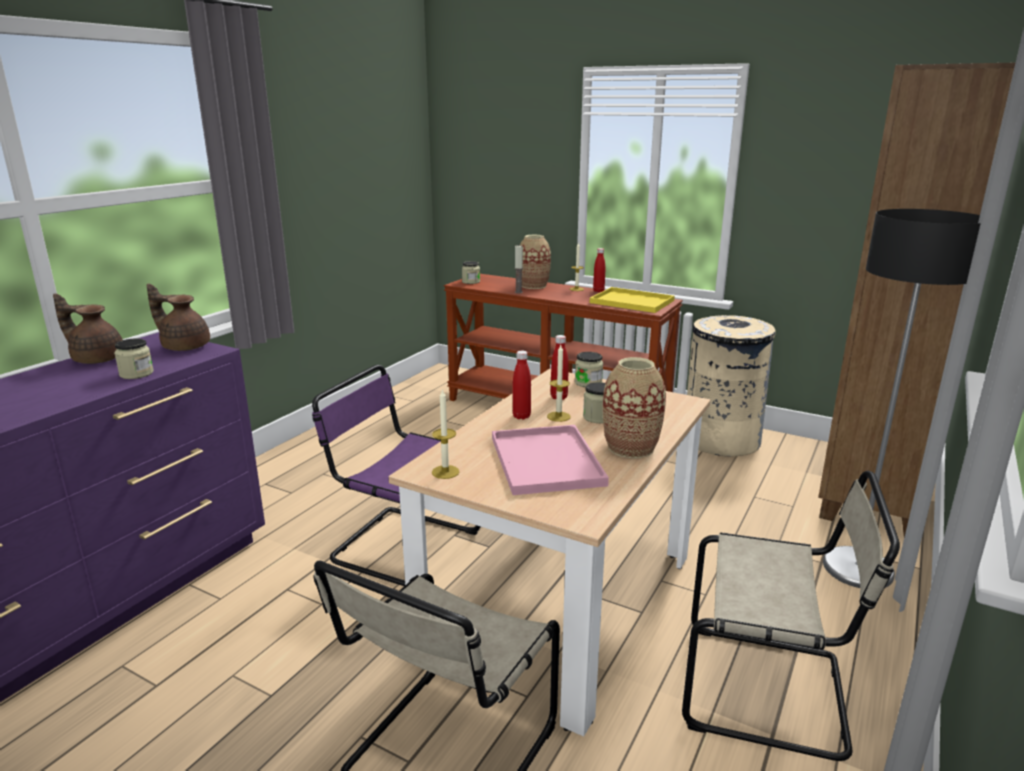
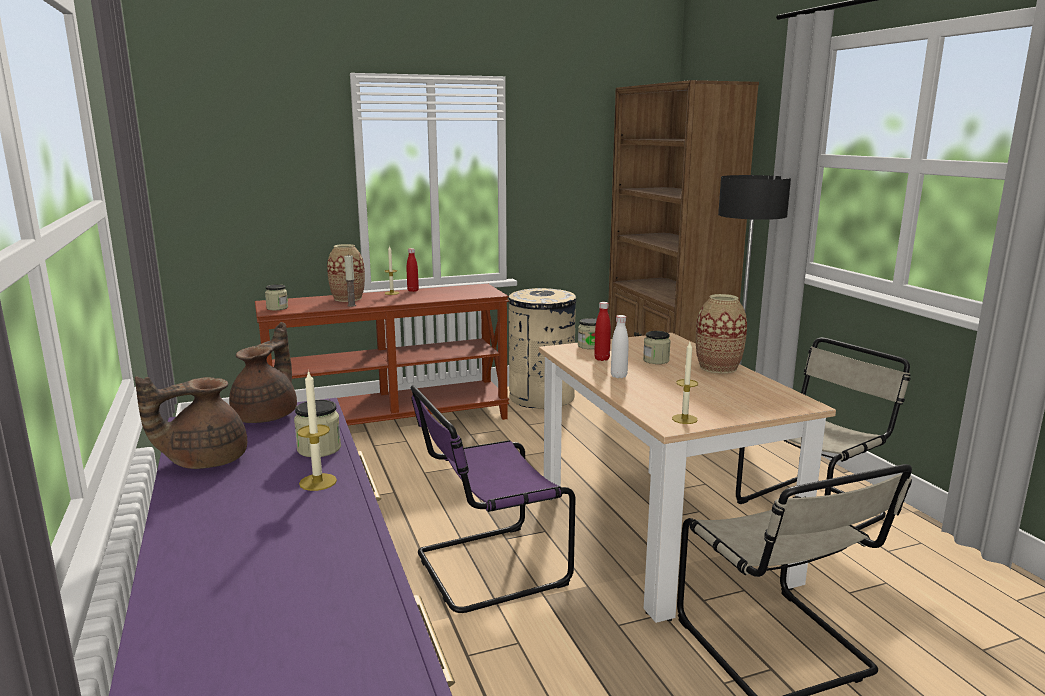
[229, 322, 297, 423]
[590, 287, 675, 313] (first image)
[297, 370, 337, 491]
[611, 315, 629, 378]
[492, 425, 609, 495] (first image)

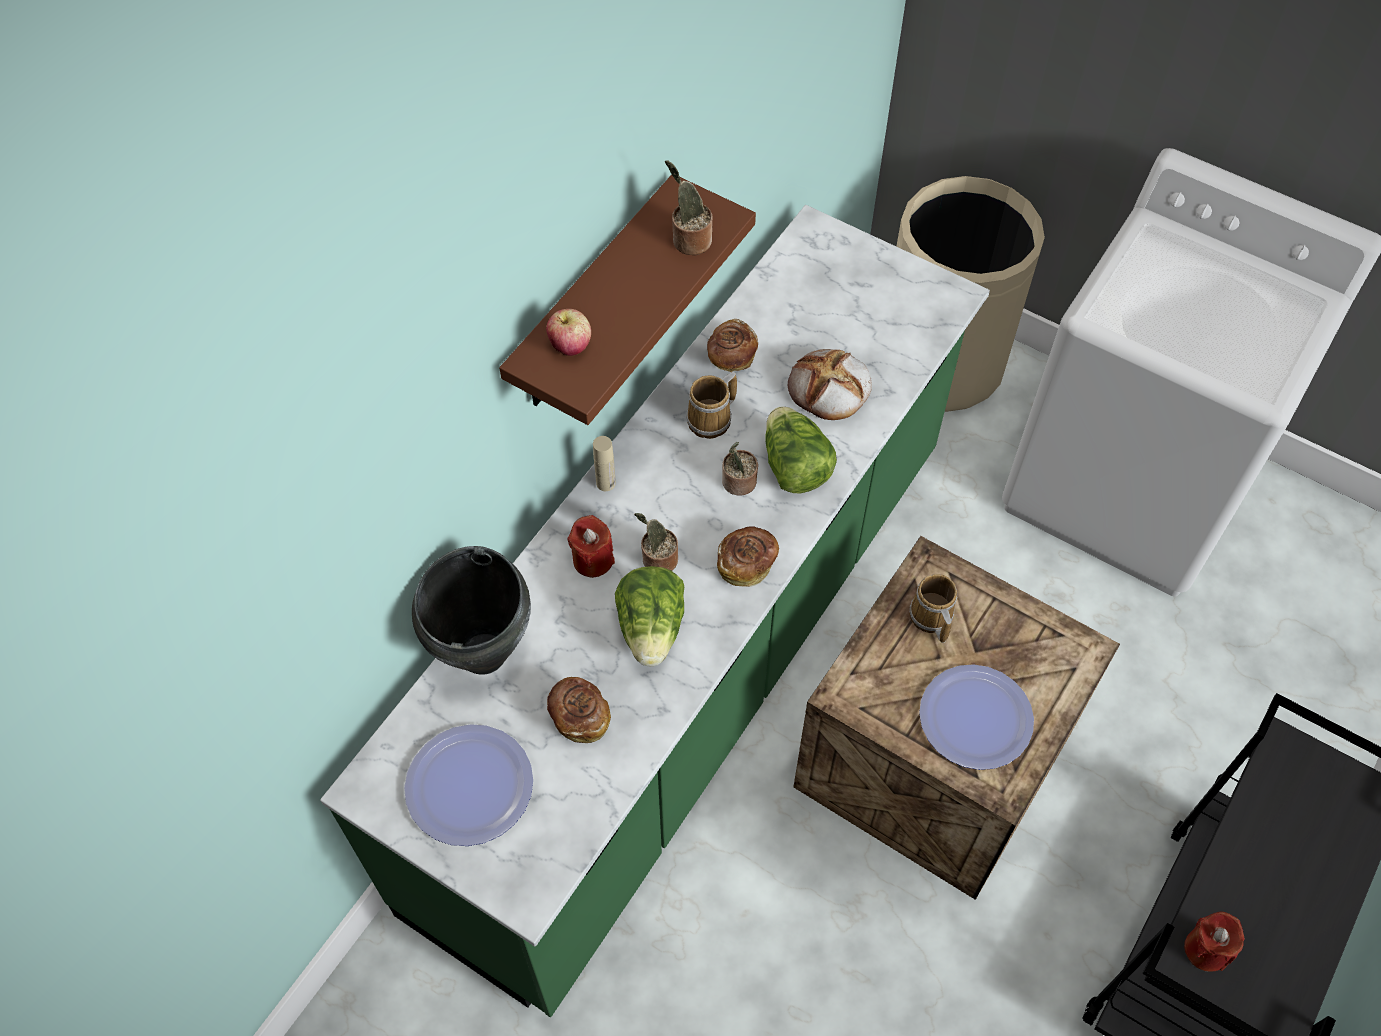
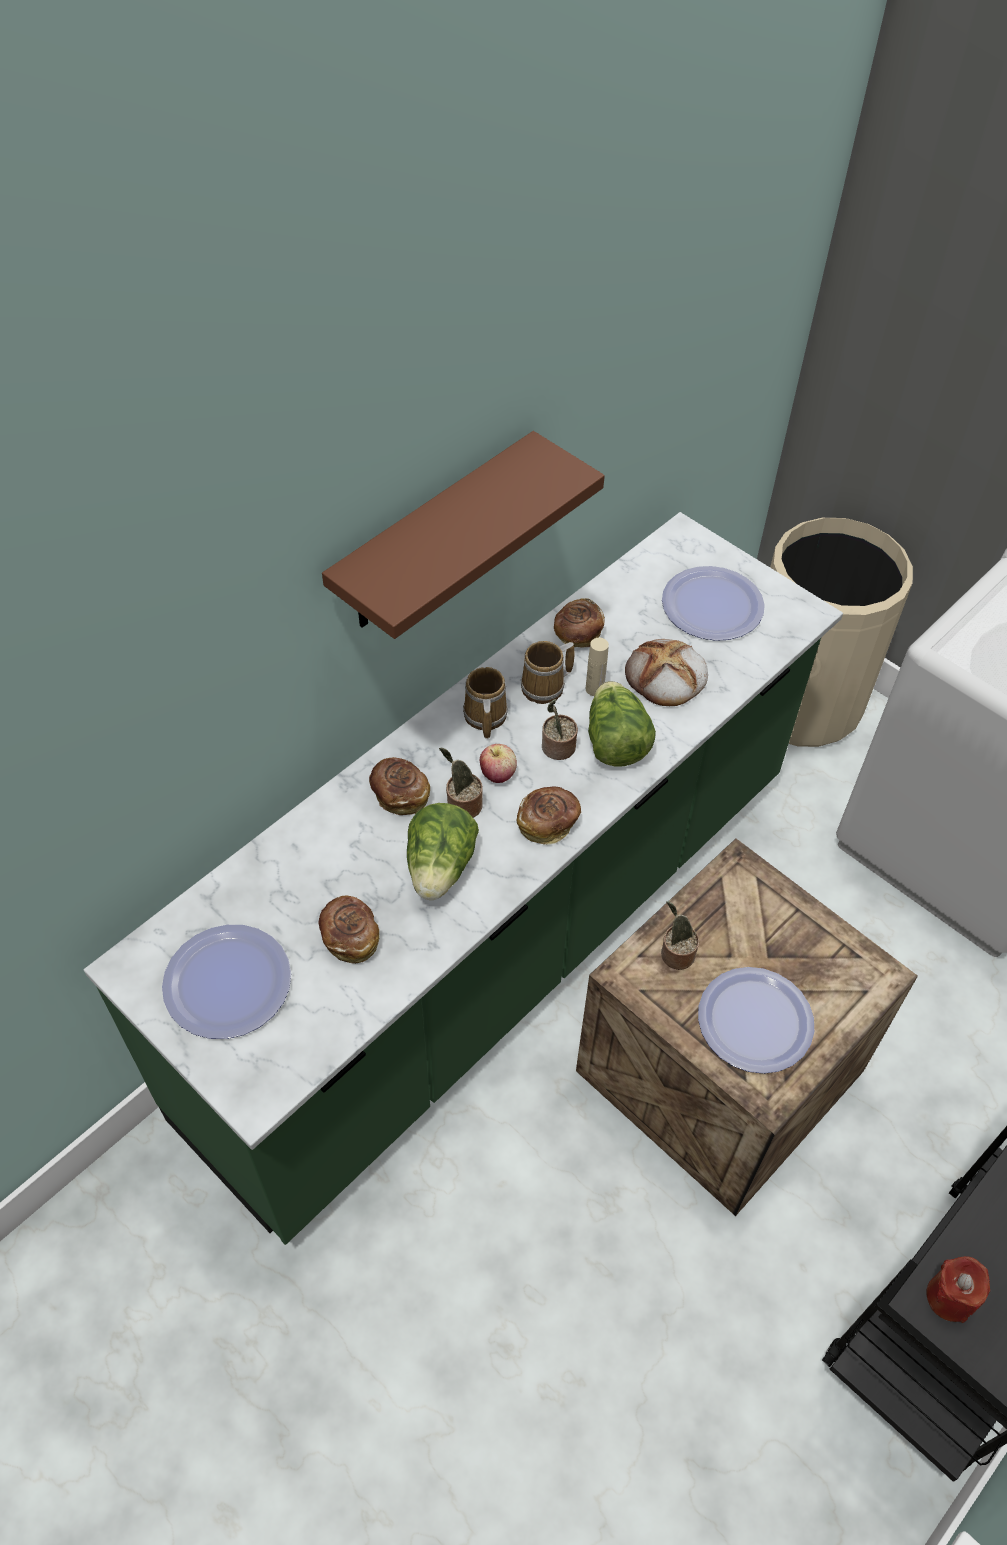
[661, 901, 699, 970]
[480, 744, 517, 783]
[586, 638, 609, 696]
[369, 757, 430, 815]
[412, 546, 531, 675] (first image)
[463, 667, 508, 739]
[662, 566, 765, 641]

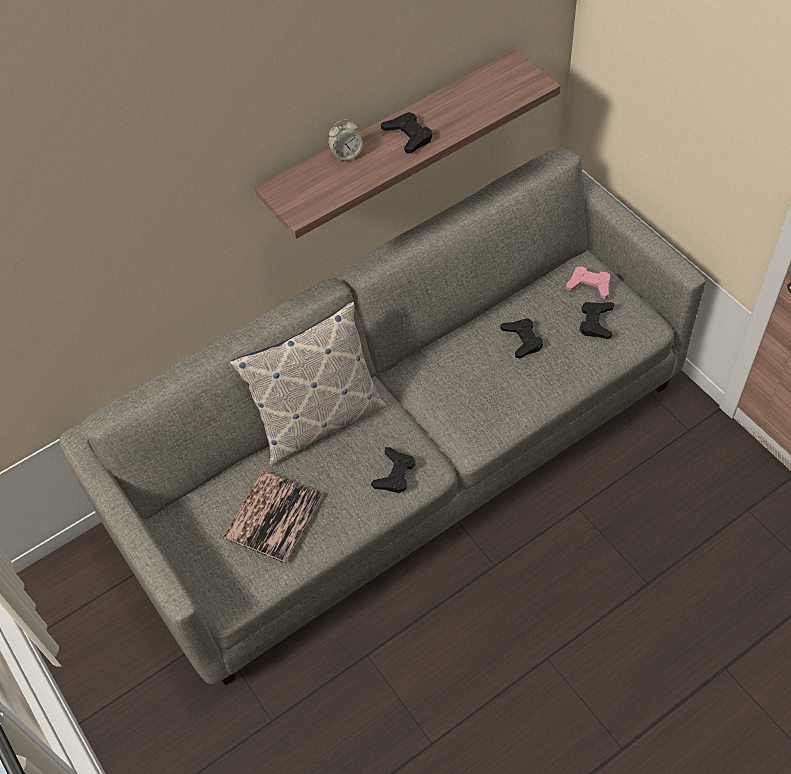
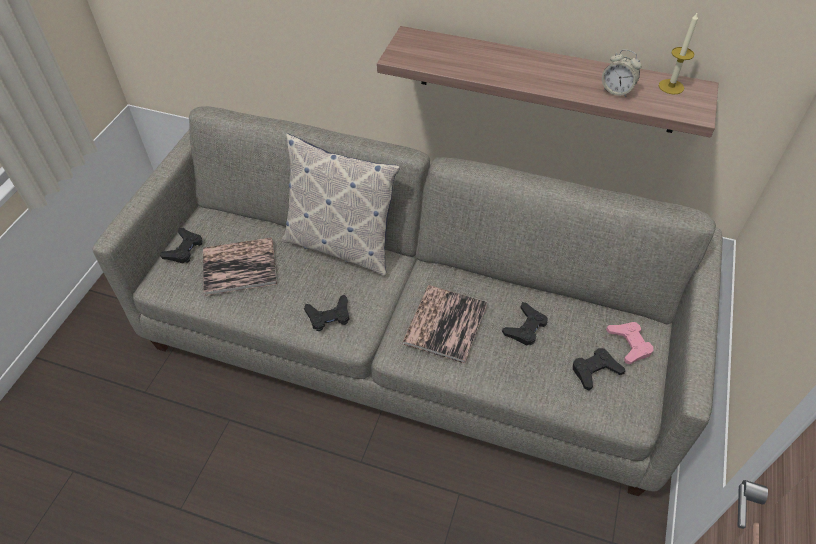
[159, 228, 202, 264]
[602, 50, 642, 97]
[659, 13, 698, 94]
[402, 285, 487, 364]

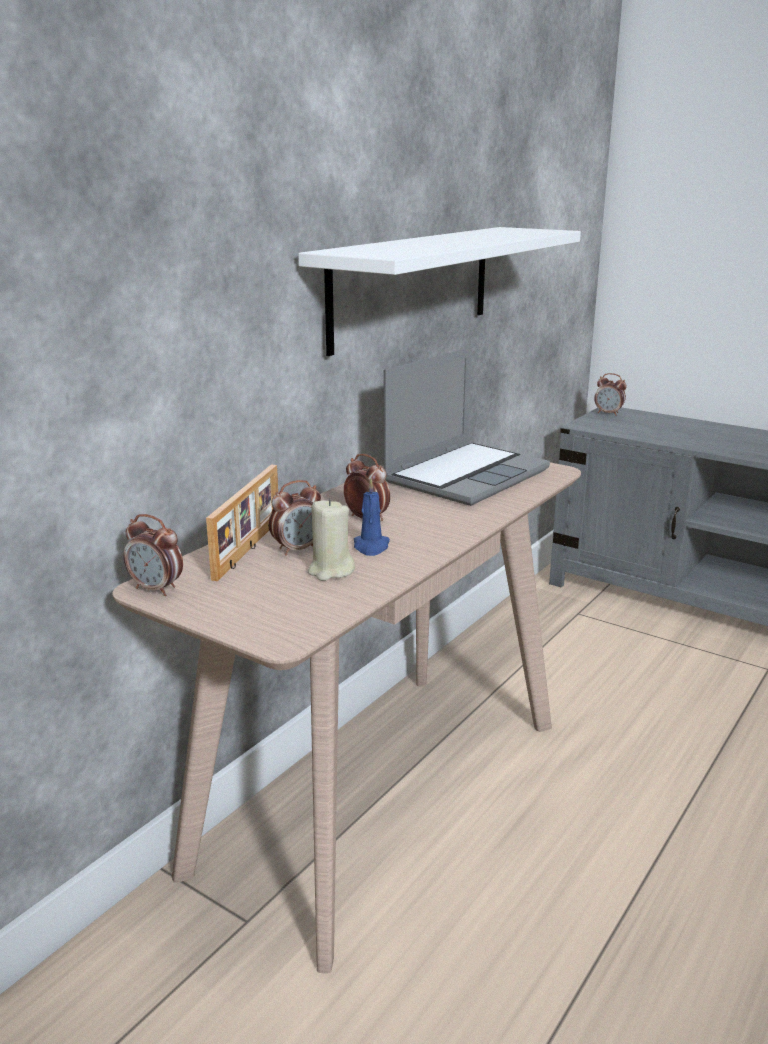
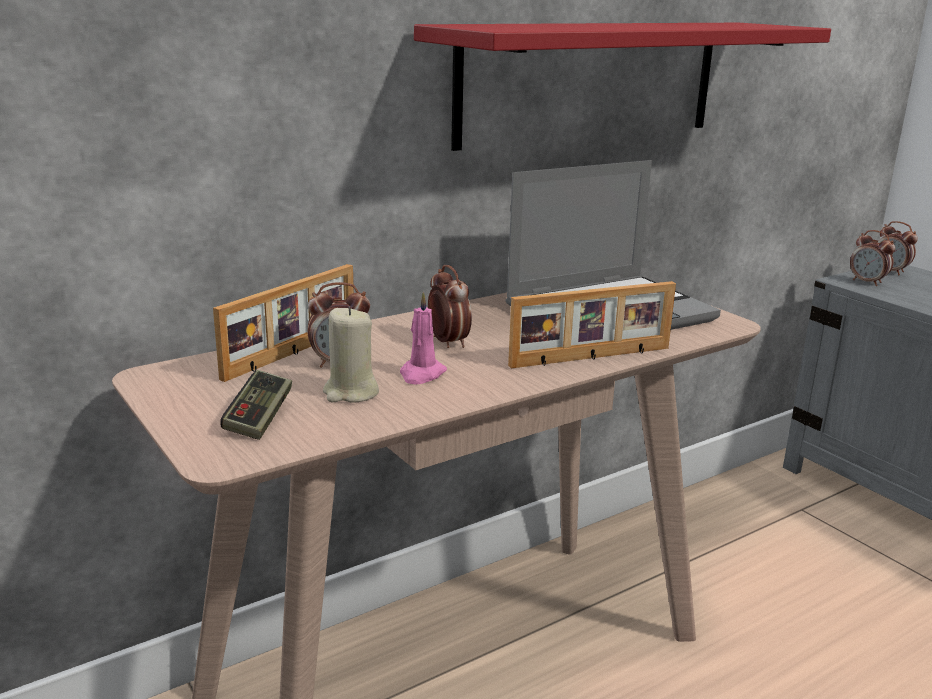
[414, 23, 831, 151]
[400, 292, 447, 385]
[850, 230, 895, 286]
[508, 281, 676, 368]
[220, 370, 292, 440]

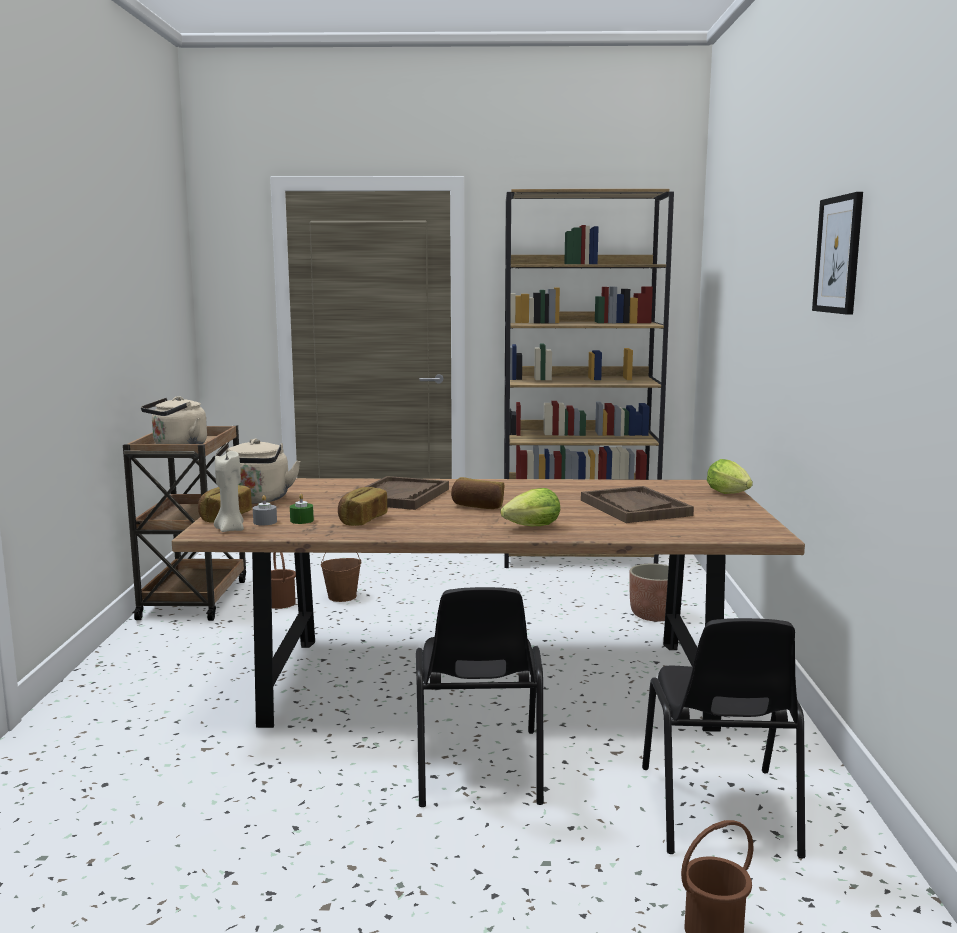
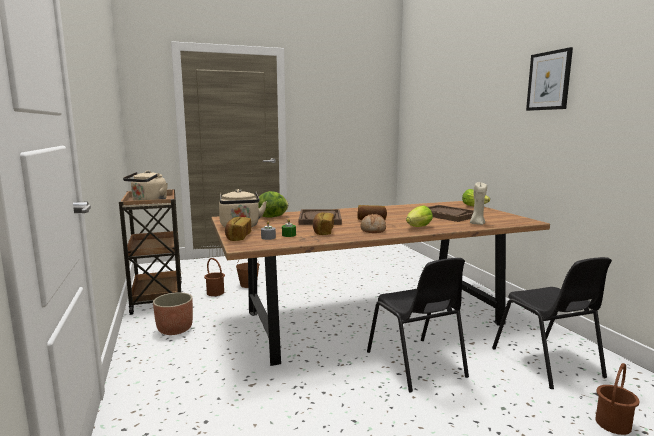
[504, 189, 674, 568] (first image)
[470, 182, 487, 225]
[153, 292, 193, 335]
[258, 191, 288, 218]
[360, 214, 386, 233]

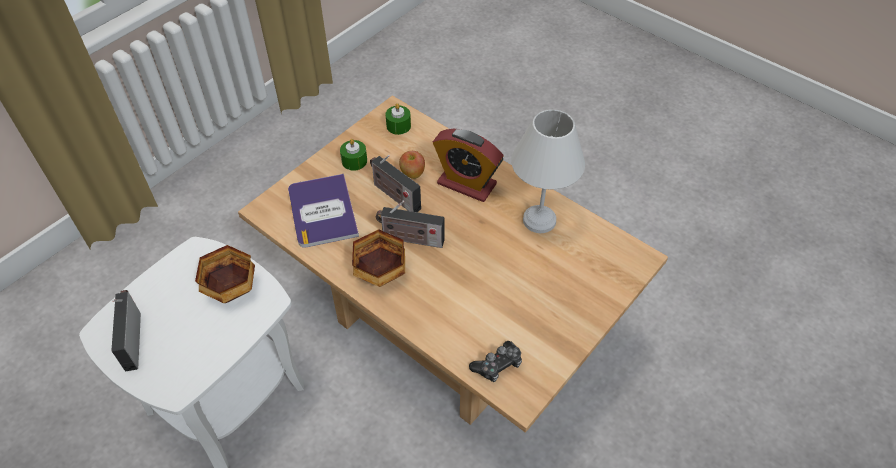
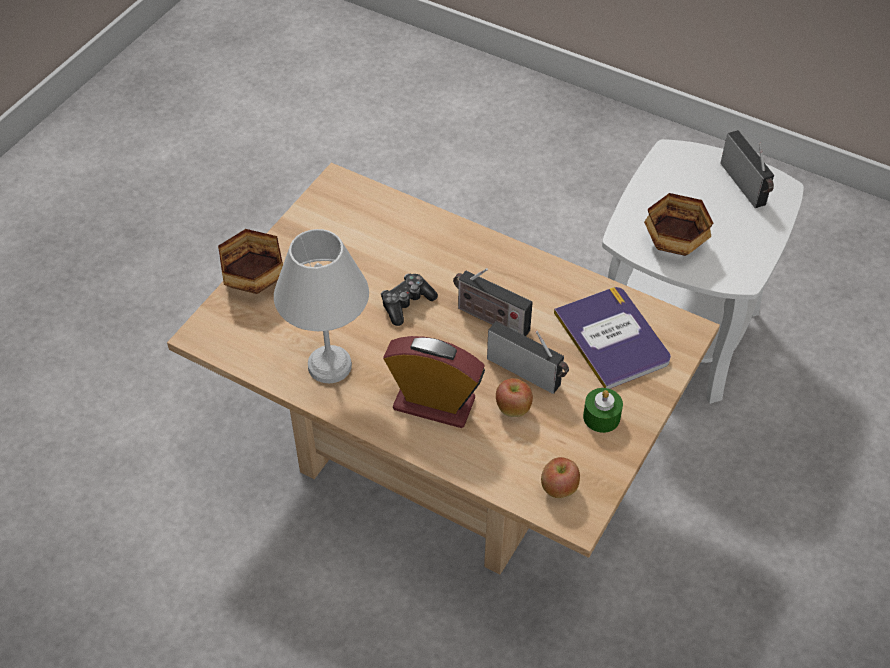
[541, 457, 580, 498]
[453, 268, 533, 336]
[218, 229, 283, 294]
[381, 273, 438, 326]

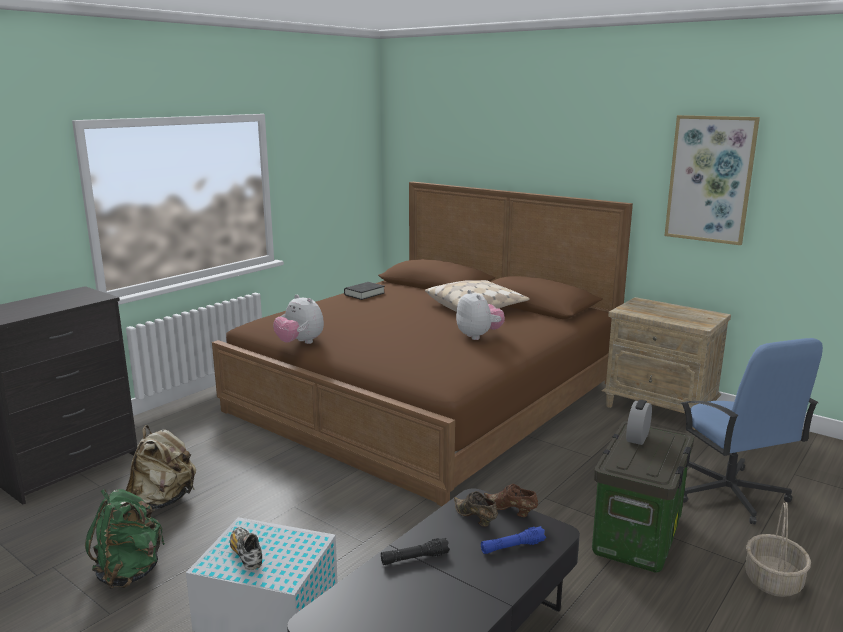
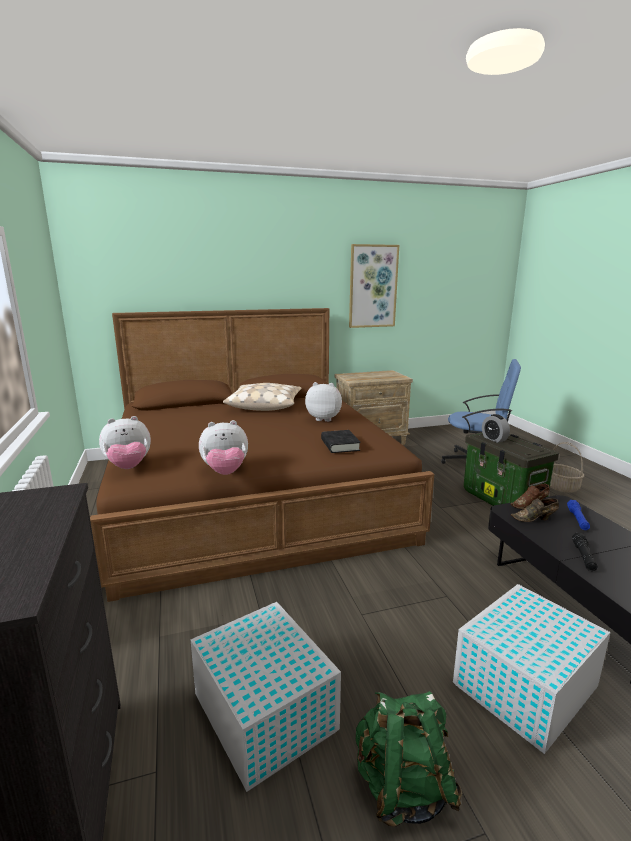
[321, 430, 360, 453]
[191, 602, 341, 792]
[230, 527, 262, 570] (first image)
[99, 416, 151, 469]

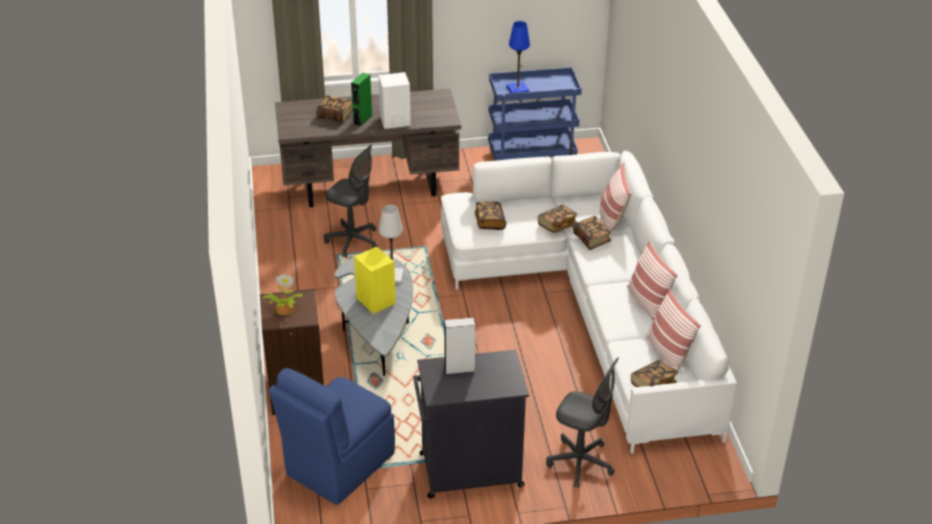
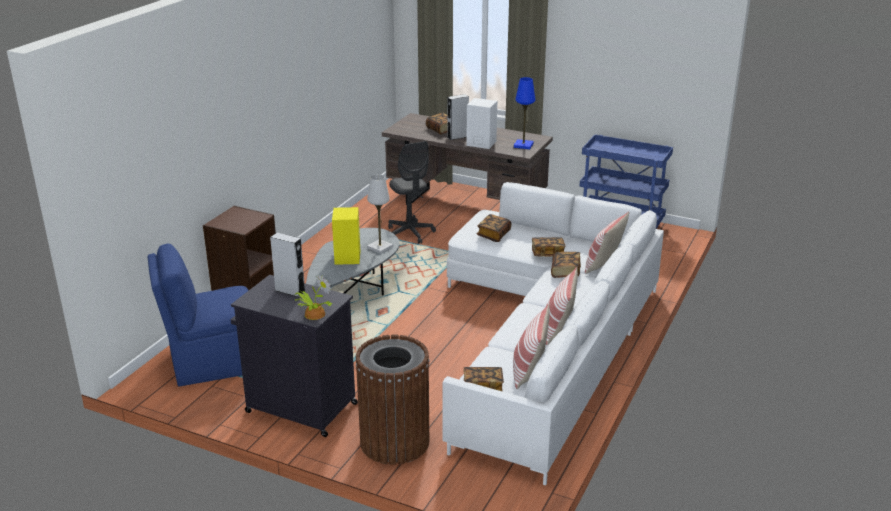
[514, 77, 535, 149]
[447, 94, 469, 140]
[295, 275, 333, 320]
[355, 335, 429, 465]

